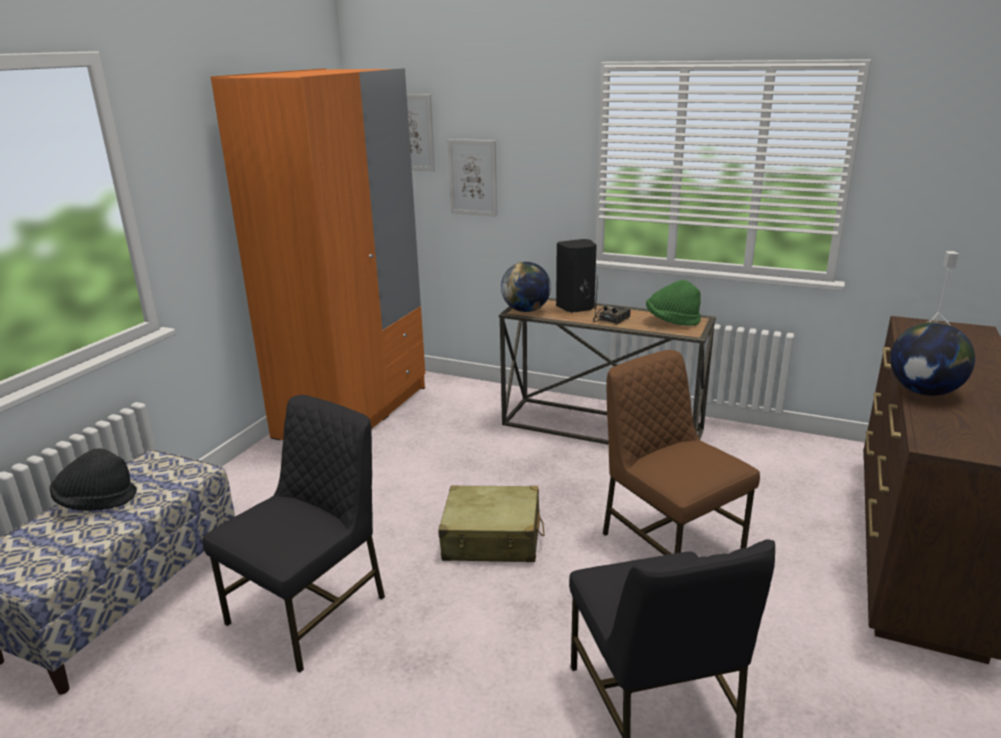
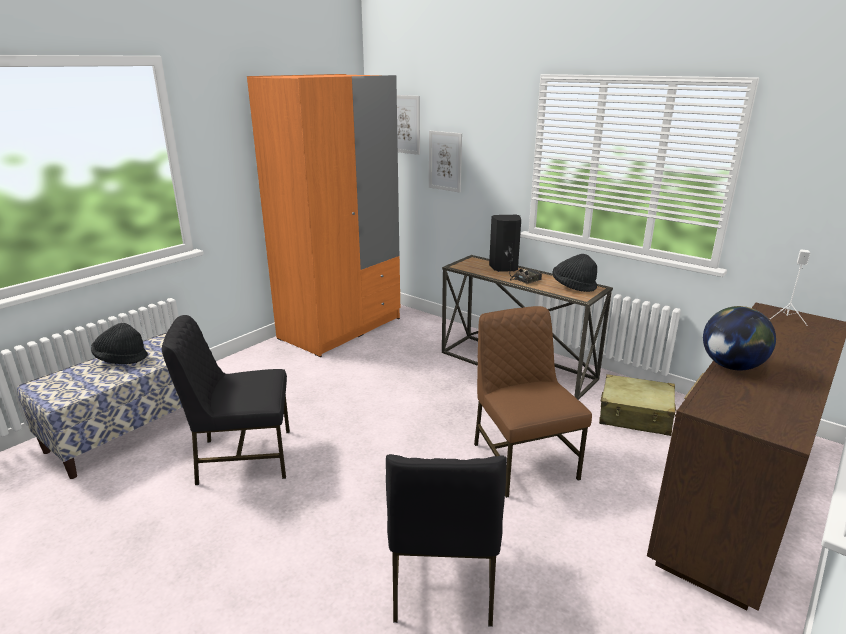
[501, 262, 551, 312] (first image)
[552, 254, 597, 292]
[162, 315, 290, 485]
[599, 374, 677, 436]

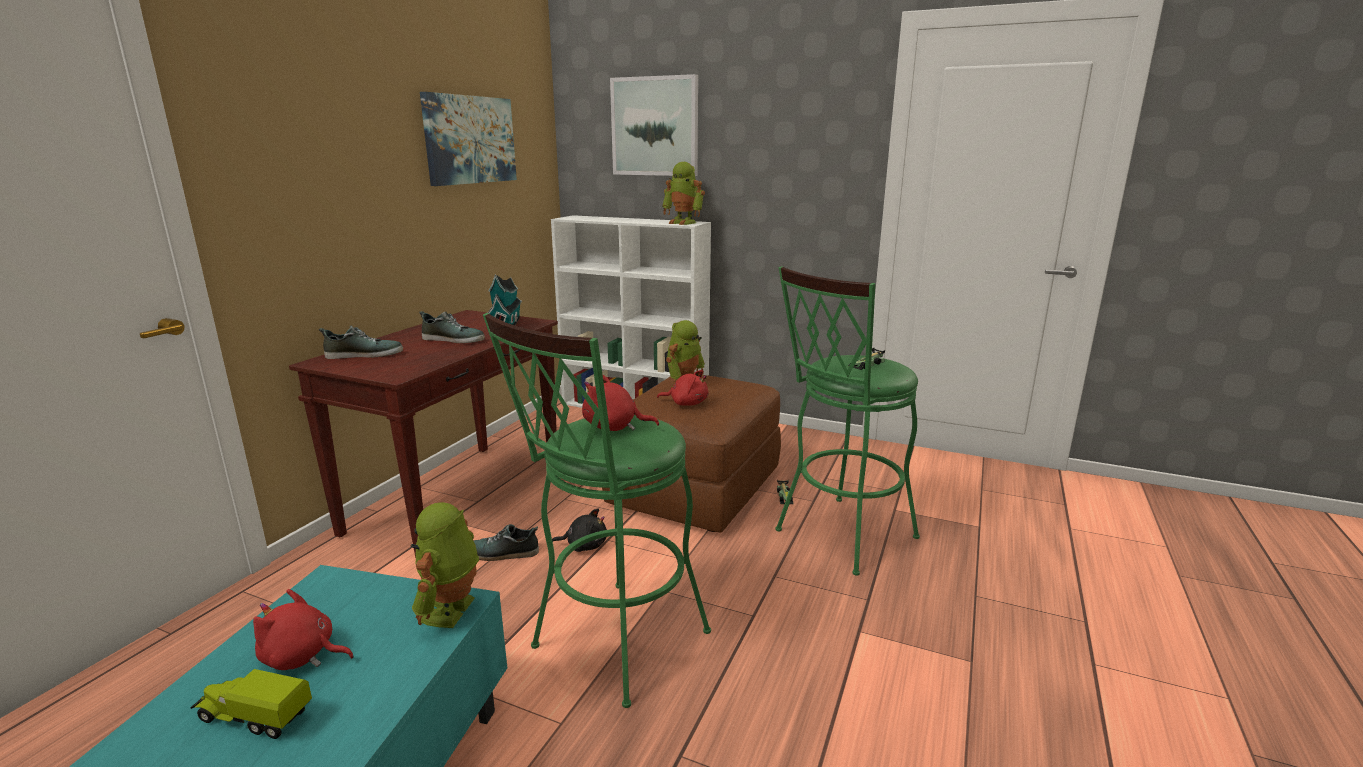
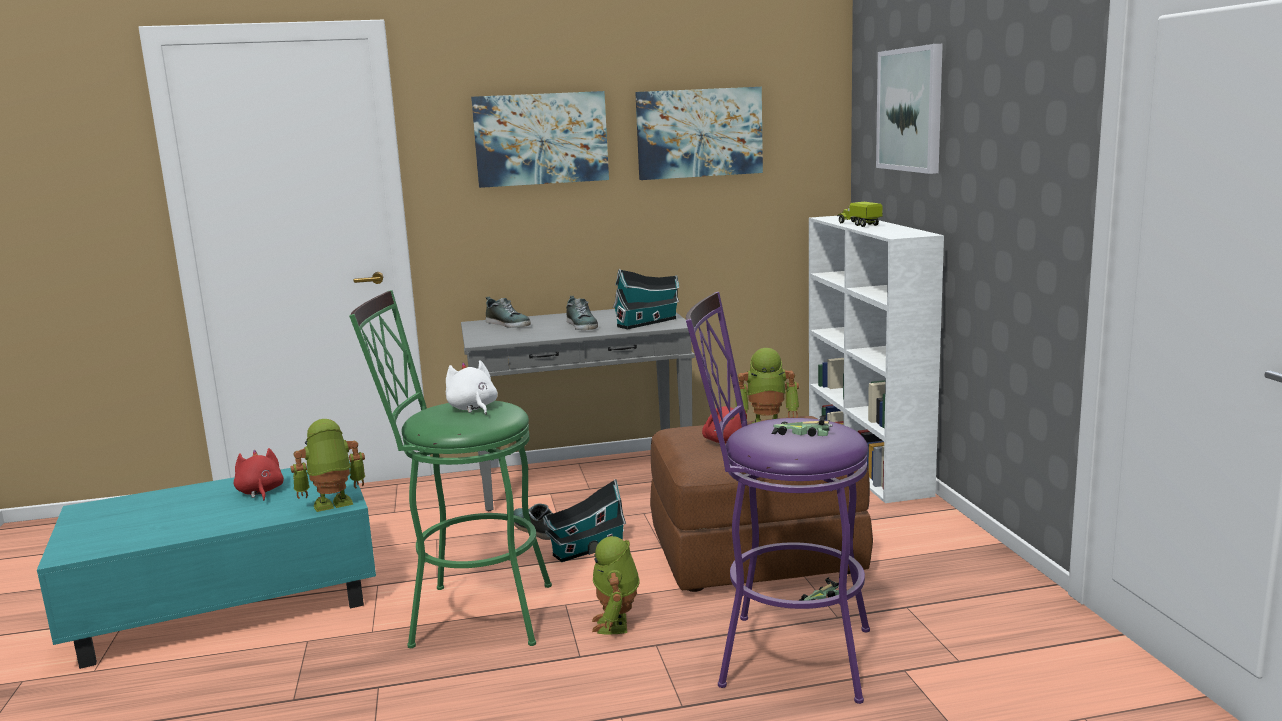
[592, 536, 640, 635]
[686, 292, 870, 704]
[461, 309, 695, 511]
[446, 360, 498, 415]
[543, 479, 626, 562]
[837, 202, 883, 227]
[471, 91, 609, 188]

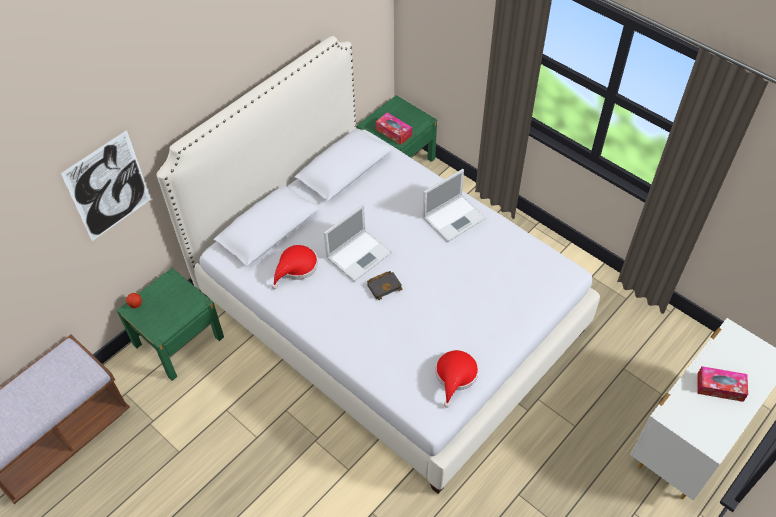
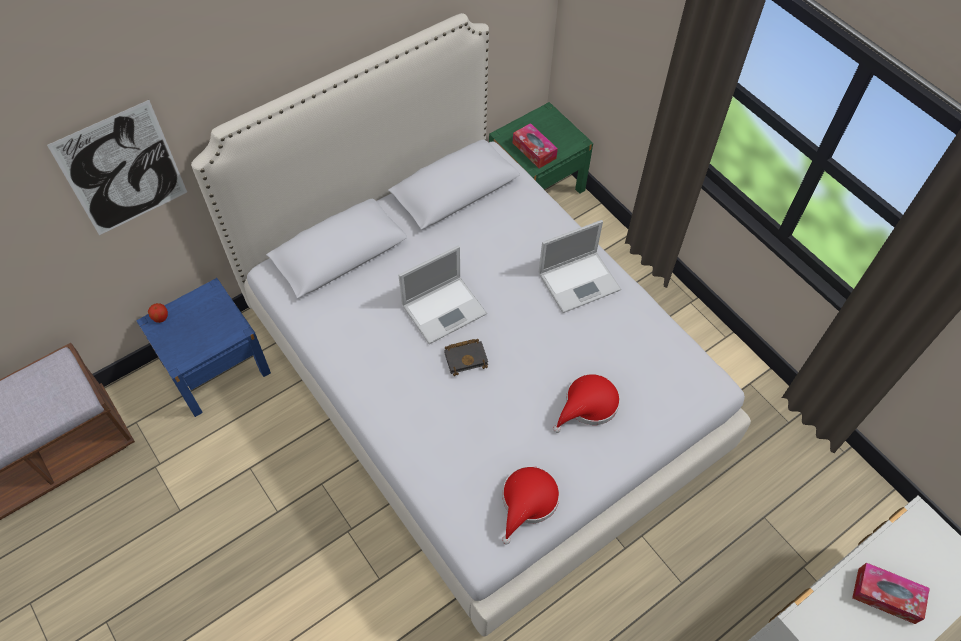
[553, 374, 620, 433]
[136, 278, 271, 417]

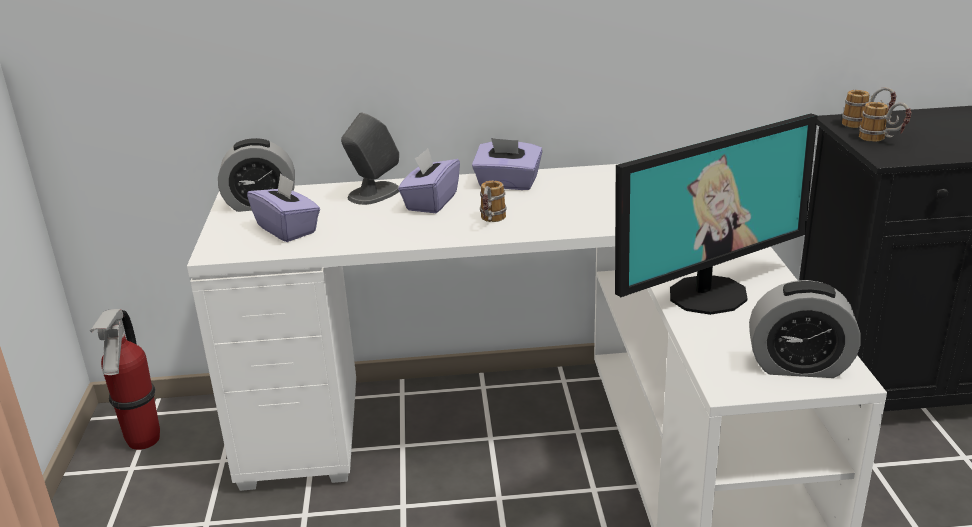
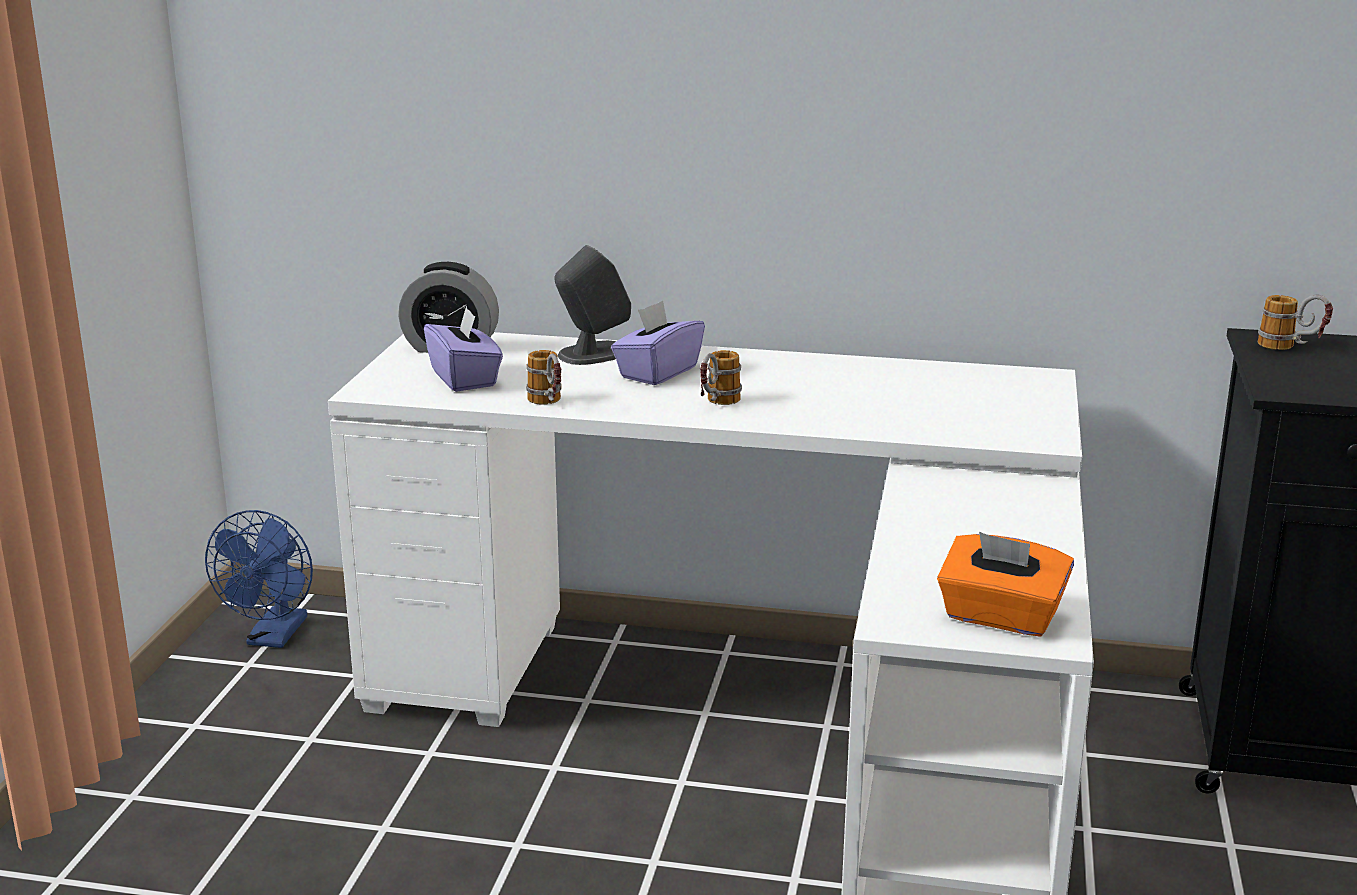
[526, 350, 561, 405]
[615, 113, 818, 315] (first image)
[472, 138, 543, 190] (first image)
[937, 532, 1074, 637]
[205, 510, 313, 648]

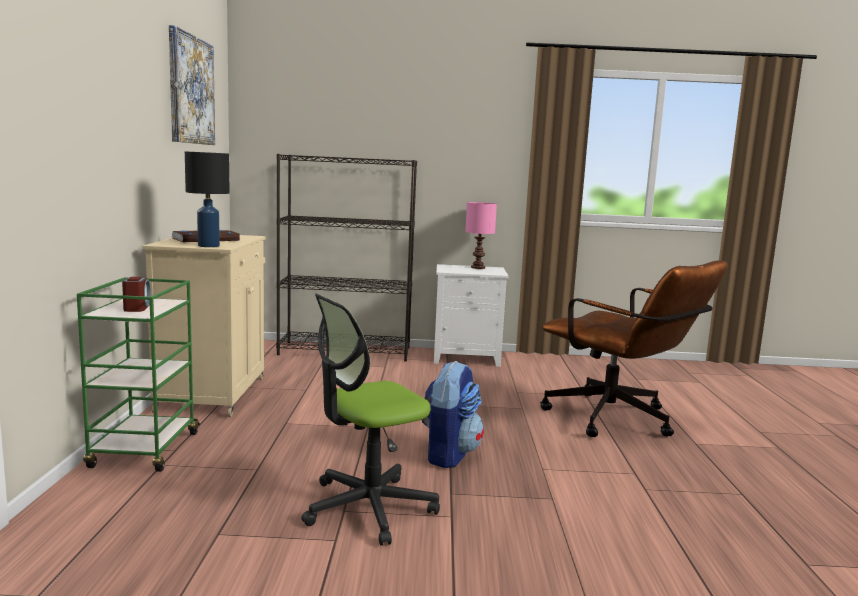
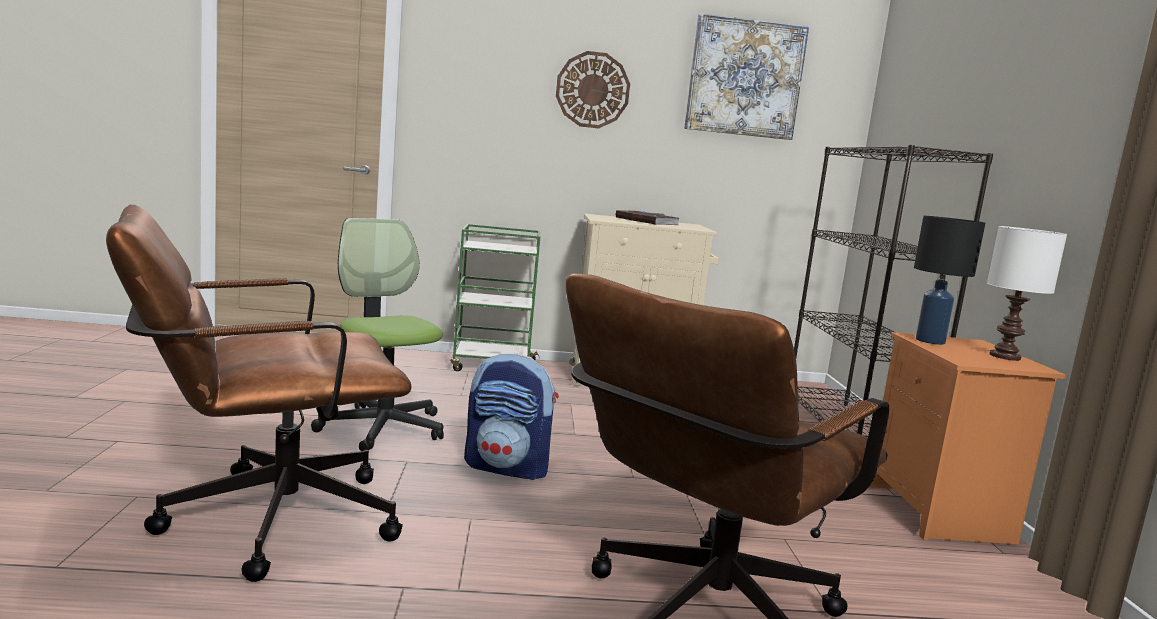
[914, 216, 985, 345]
[987, 226, 1067, 361]
[870, 332, 1066, 544]
[122, 277, 151, 312] (first image)
[556, 51, 630, 128]
[106, 205, 412, 582]

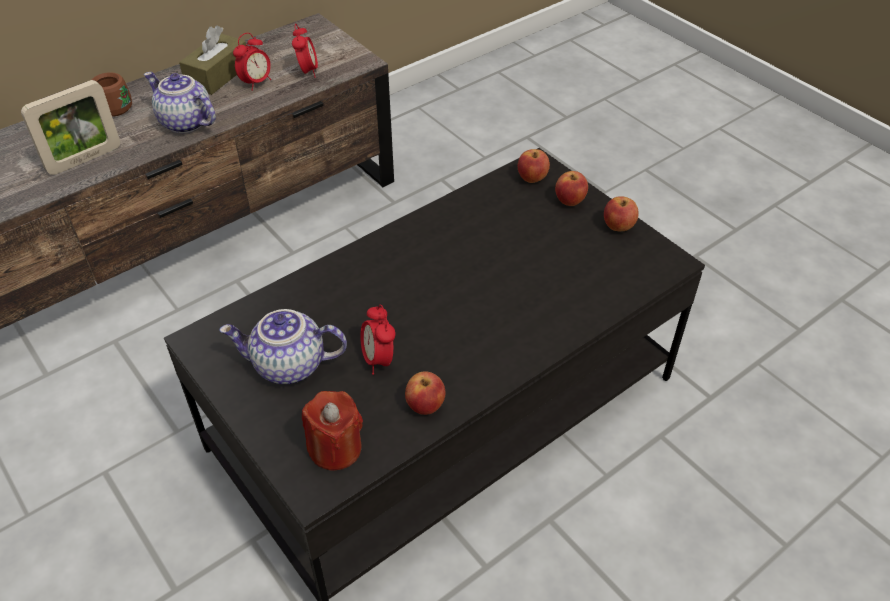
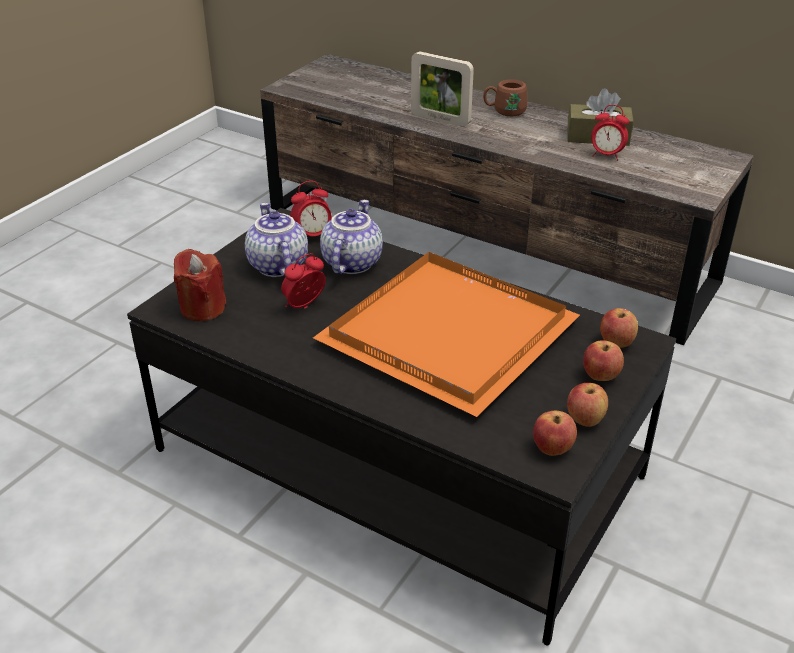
[290, 181, 332, 236]
[320, 200, 383, 274]
[533, 411, 577, 456]
[313, 252, 580, 417]

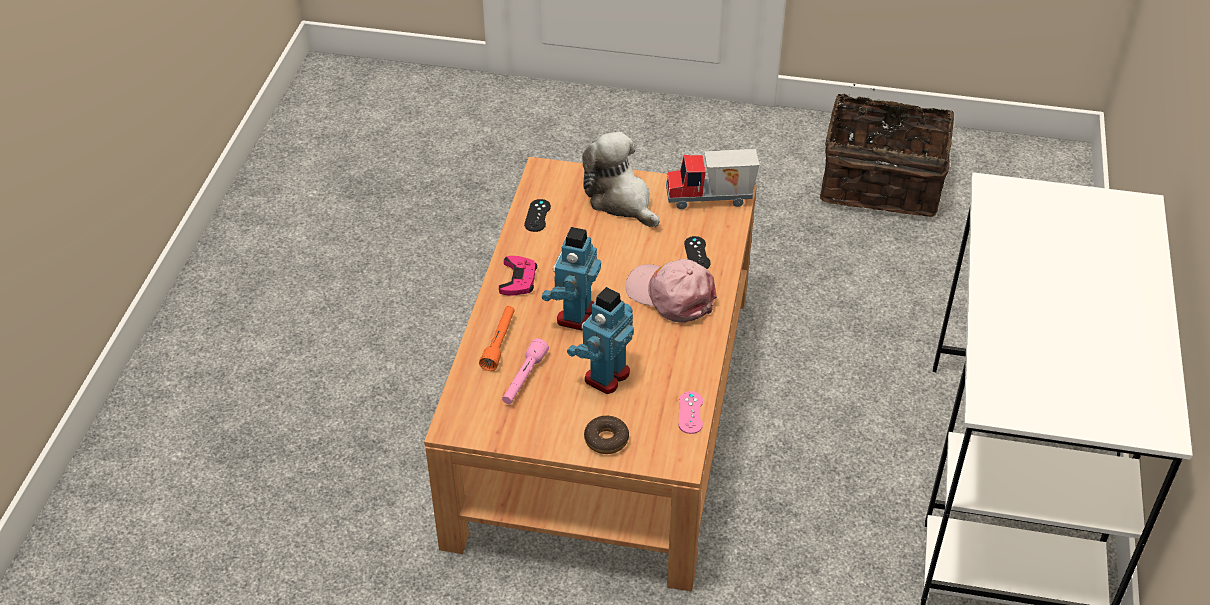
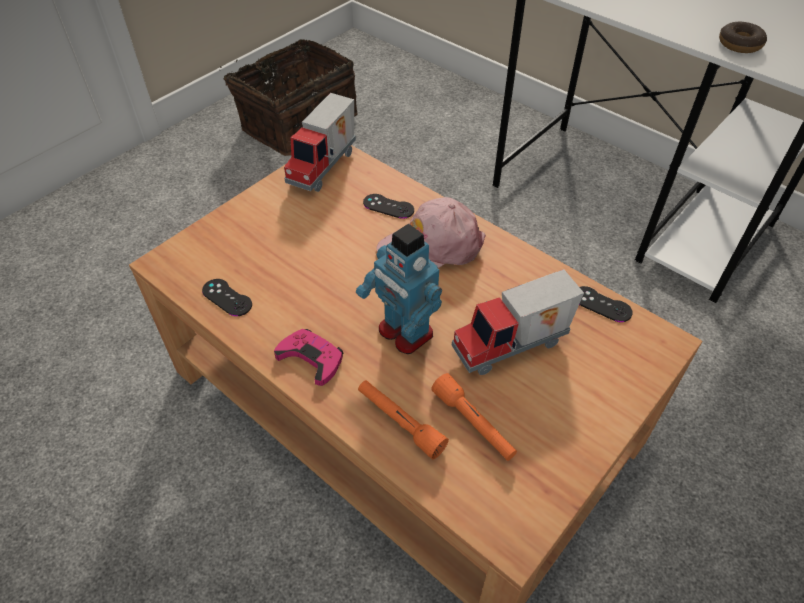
[582, 132, 660, 227] (first image)
[452, 269, 584, 375]
[431, 373, 517, 461]
[579, 286, 633, 322]
[719, 22, 767, 53]

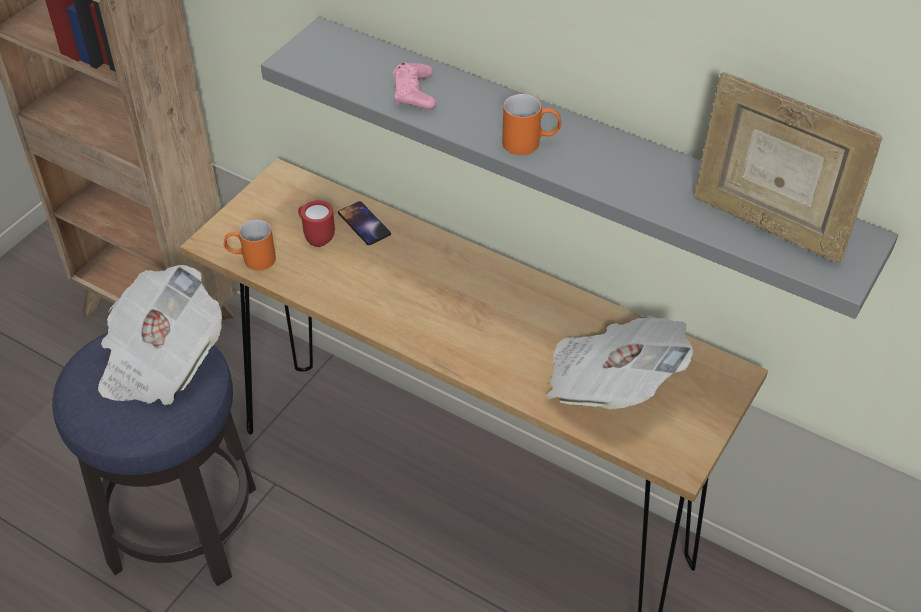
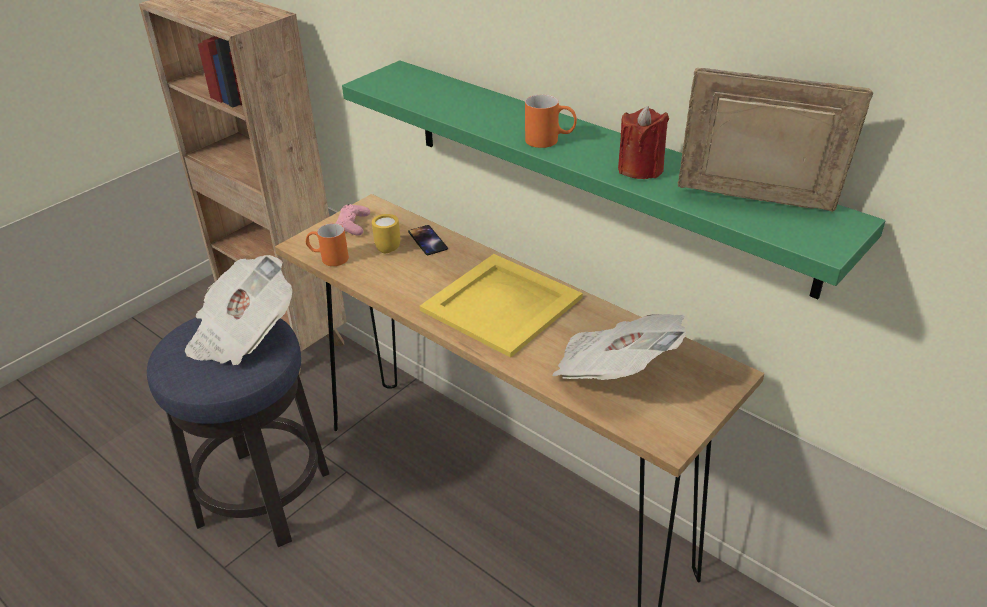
[342, 60, 885, 299]
[336, 204, 370, 236]
[678, 68, 873, 212]
[372, 214, 400, 253]
[618, 106, 669, 179]
[419, 254, 583, 358]

